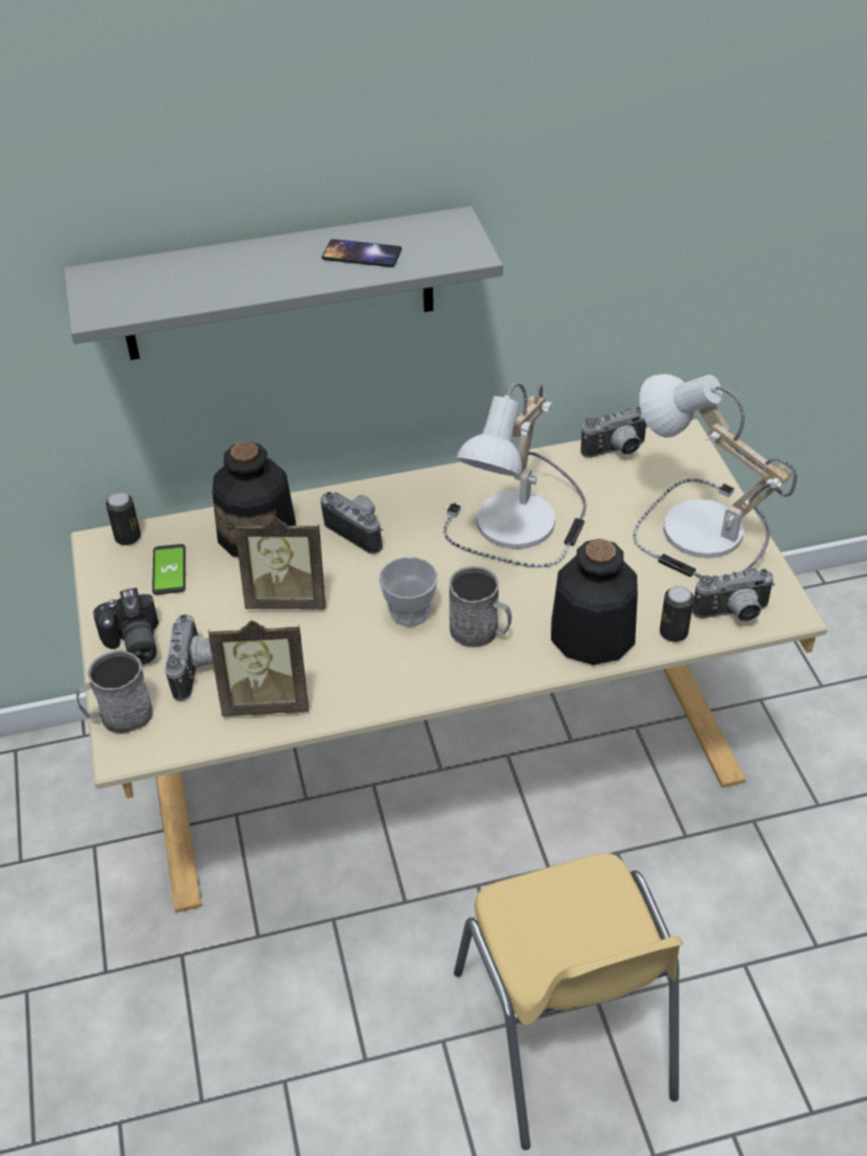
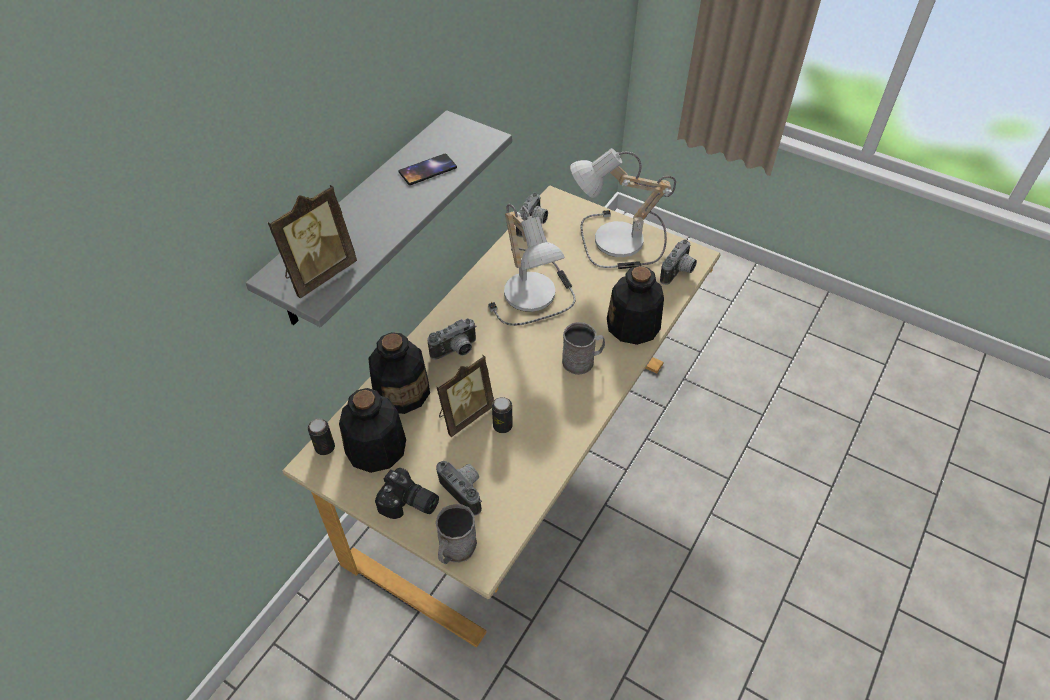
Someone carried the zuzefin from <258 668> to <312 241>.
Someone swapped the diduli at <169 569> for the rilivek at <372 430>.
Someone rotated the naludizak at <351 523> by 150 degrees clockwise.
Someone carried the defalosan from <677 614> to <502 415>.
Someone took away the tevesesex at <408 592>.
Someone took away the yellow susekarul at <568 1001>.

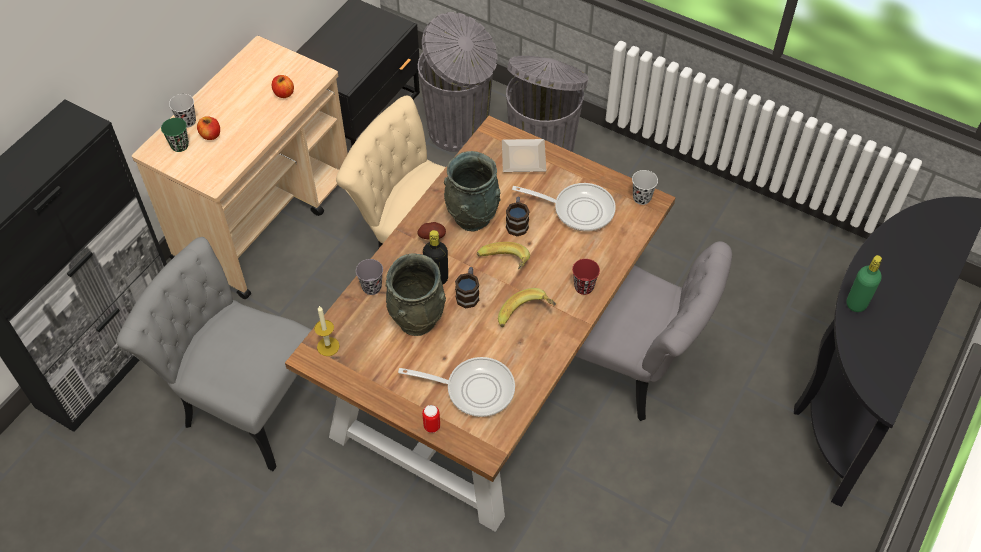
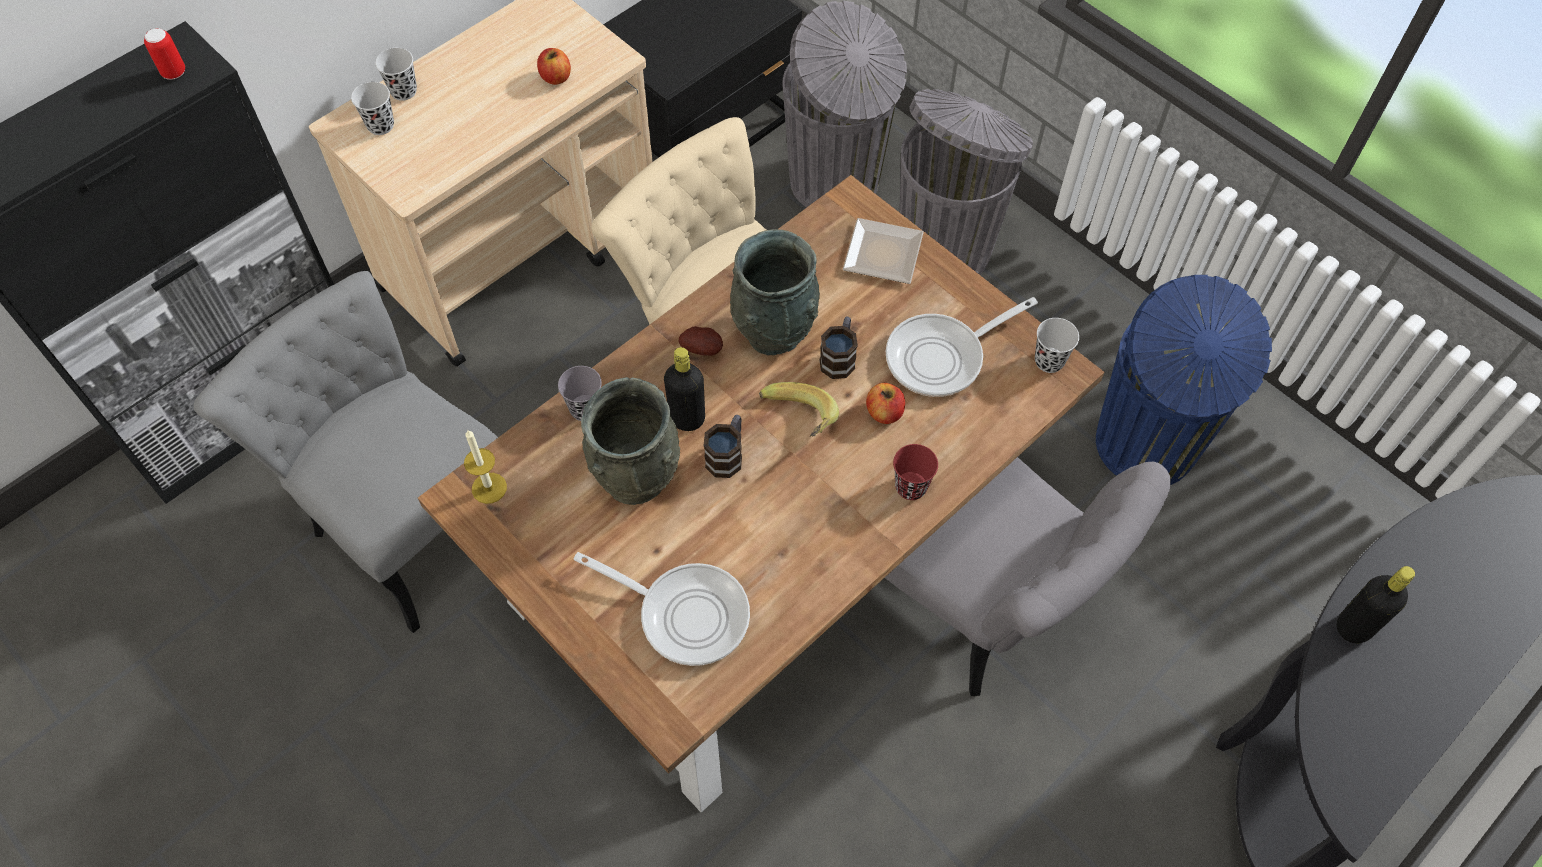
Someone carried the defalosan from <431 419> to <164 54>.
Someone repainted the green tevesesex at <175 135>, which became the black tevesesex at <372 108>.
Someone carried the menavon from <208 128> to <885 403>.
Someone rotated the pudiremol at <564 207> by 120 degrees clockwise.
Someone put down the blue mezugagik at <1184 380>.
Someone repainted the green rilivek at <864 283>, which became the black rilivek at <1376 604>.
Someone took away the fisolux at <527 307>.

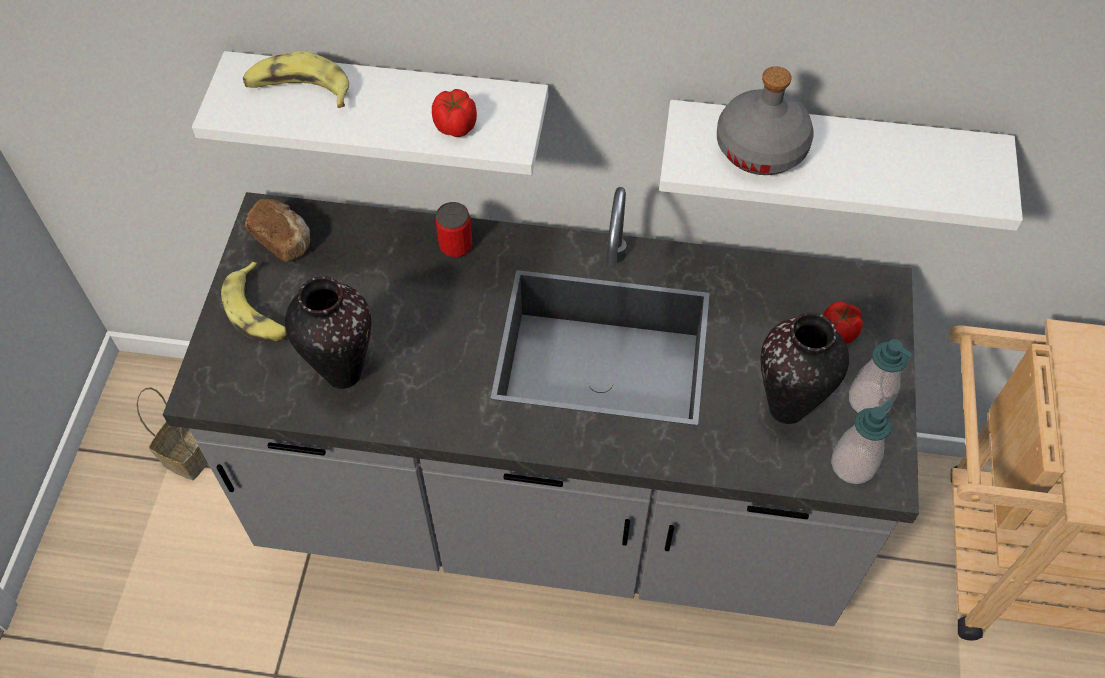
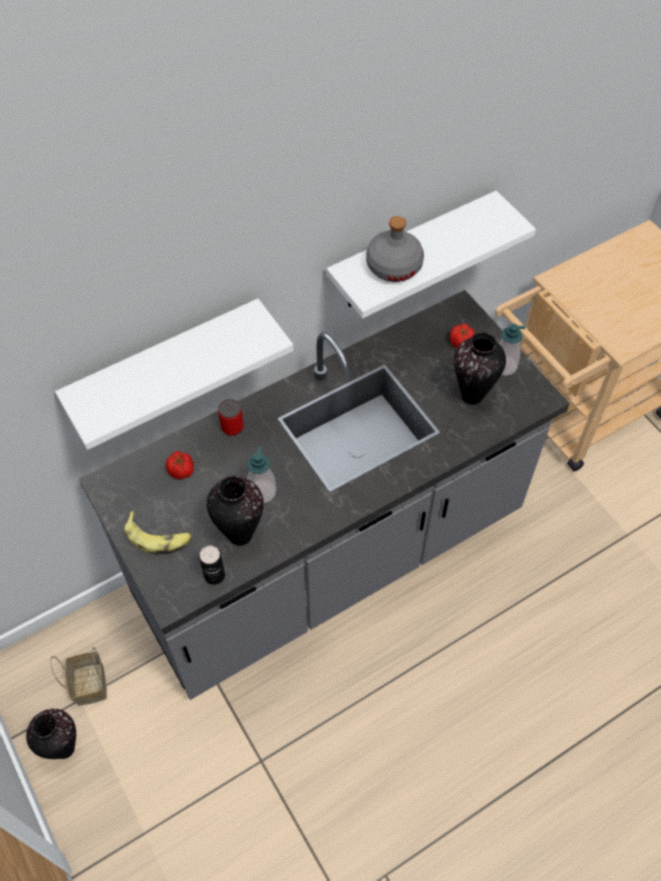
Someone put down the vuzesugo at <51 734>.
Someone carried the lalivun from <454 113> to <180 465>.
Someone put down the defalosan at <212 565>.
Someone carried the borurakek from <862 442> to <261 474>.
Someone took away the fisolux at <296 79>.
Someone took away the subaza at <278 230>.

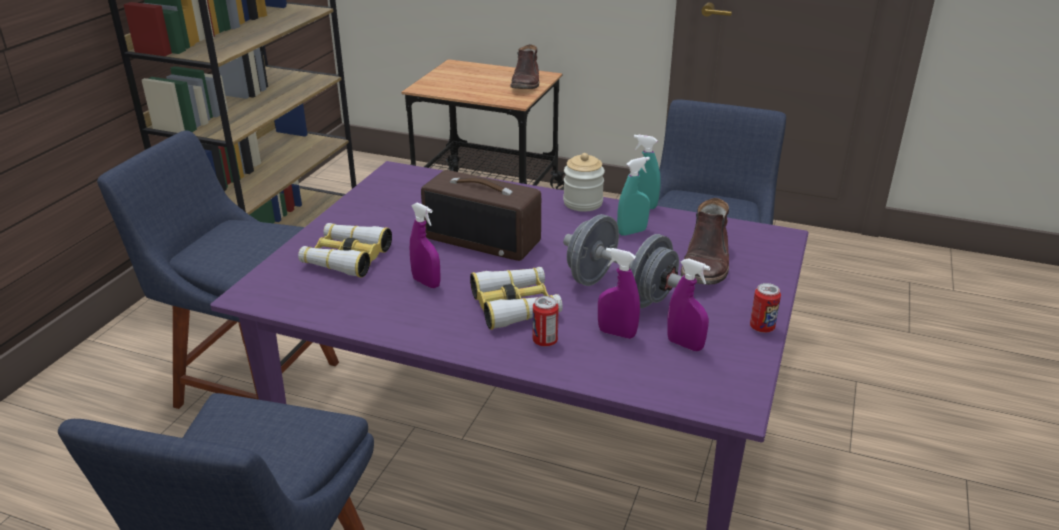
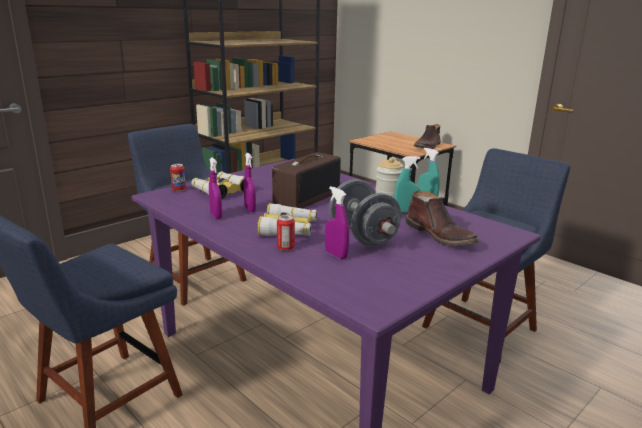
Someone carried the defalosan from <765 308> to <178 177>.
Someone carried the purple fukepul from <689 304> to <215 188>.
Someone rotated the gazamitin at <481 215> by 105 degrees counterclockwise.
Someone rotated the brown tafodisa at <705 241> by 75 degrees counterclockwise.

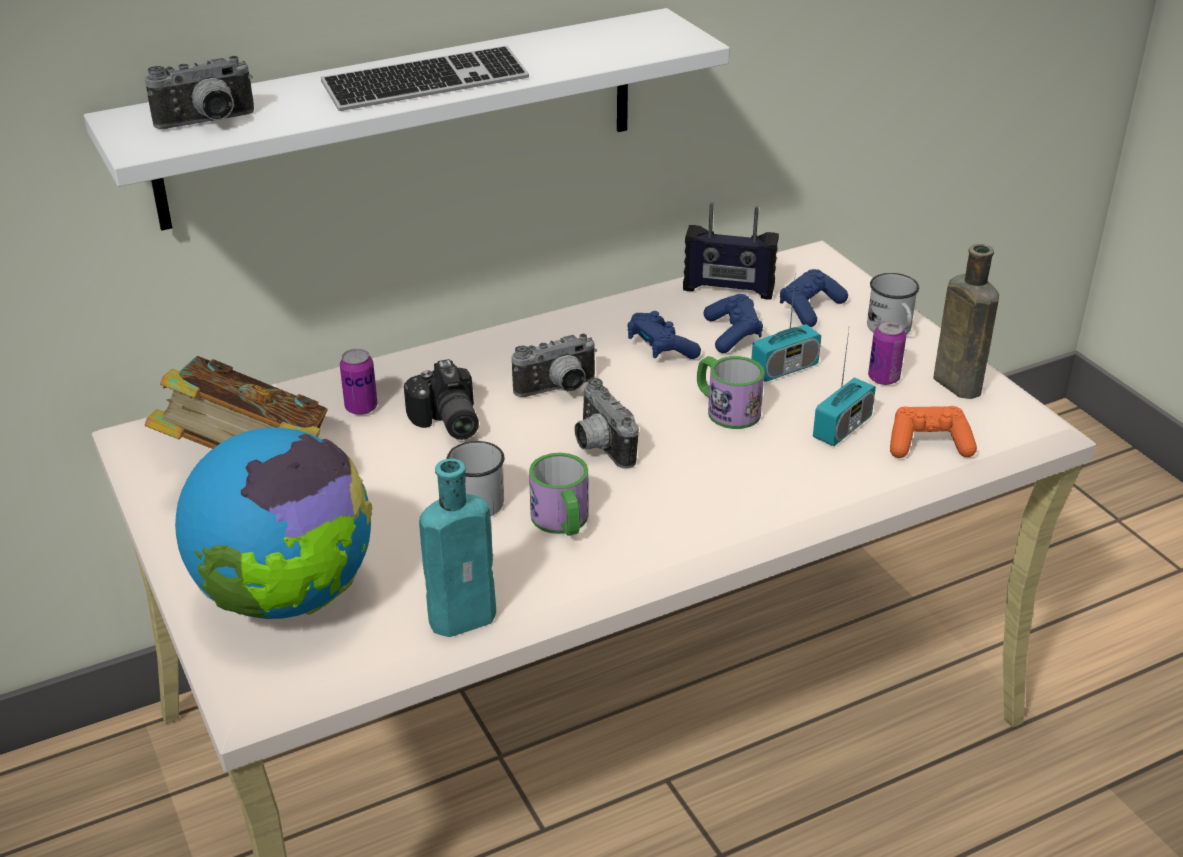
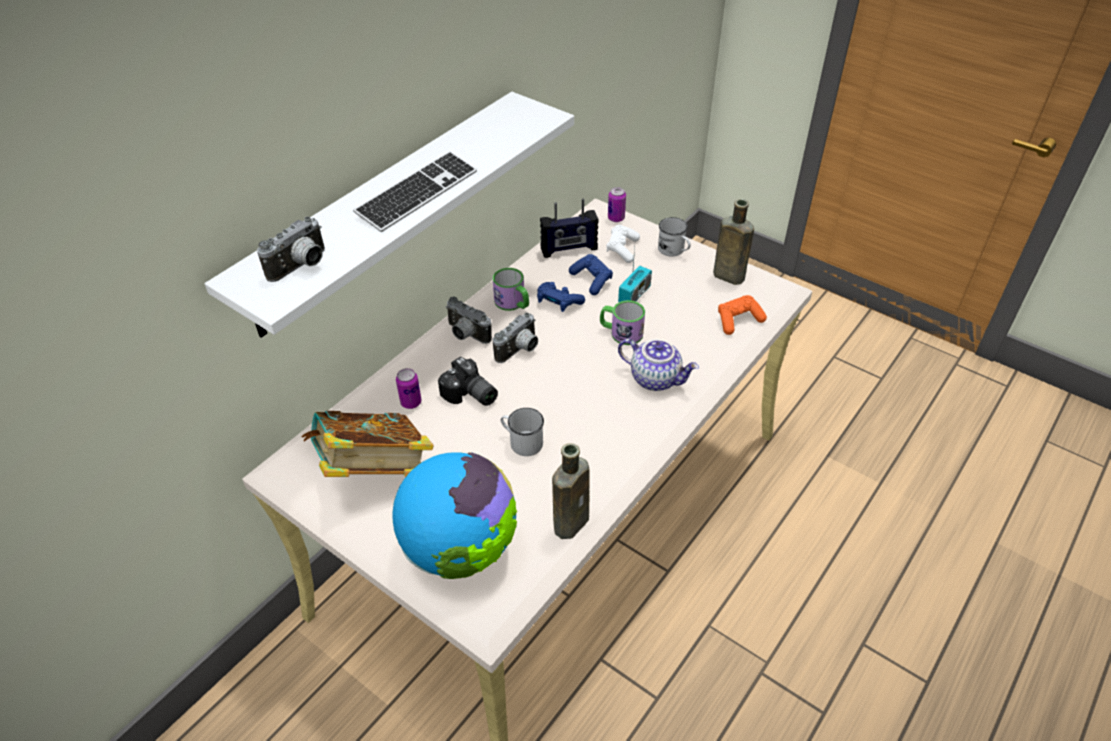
Someone carried the naludizak from <607 423> to <469 320>.
Someone carried the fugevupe from <558 494> to <511 289>.
Someone repainted the turquoise rilivek at <457 547>, which became the brown rilivek at <571 491>.
Someone repainted the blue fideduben at <814 298>, which became the white fideduben at <623 244>.
Someone carried the defalosan from <887 352> to <617 204>.
Someone put down the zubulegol at <658 364>.
Someone took away the gazamitin at <844 388>.

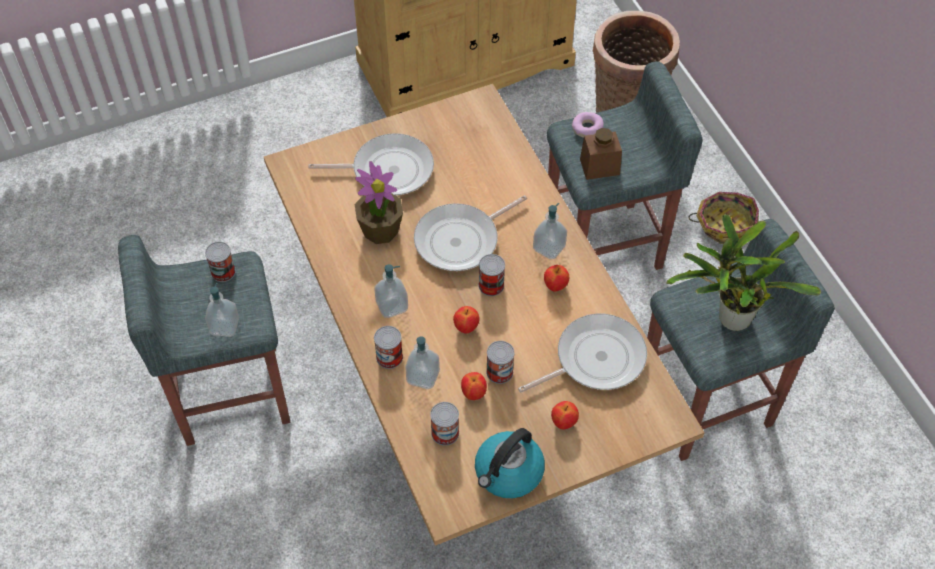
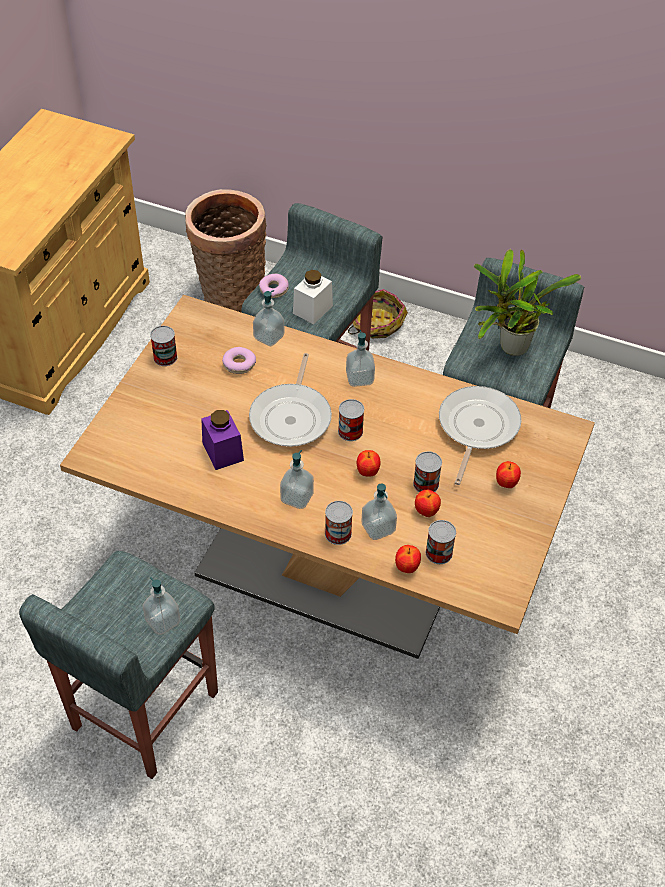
Someone carried the defalosan from <220 262> to <163 346>.
Someone swapped the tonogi at <379 202> for the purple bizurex at <222 440>.
Someone put down the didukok at <239 360>.
Someone put down the borurakek at <269 318>.
Someone repainted the brown bizurex at <601 154>, which became the white bizurex at <313 297>.
Someone carried the menavon from <556 278> to <408 559>.
Someone took away the pudiremol at <371 164>.
Someone took away the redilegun at <510 463>.

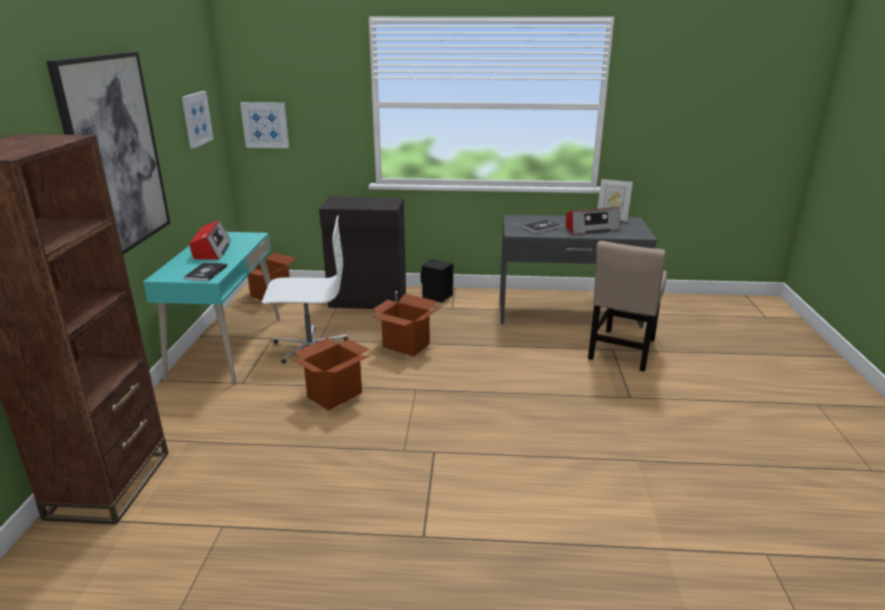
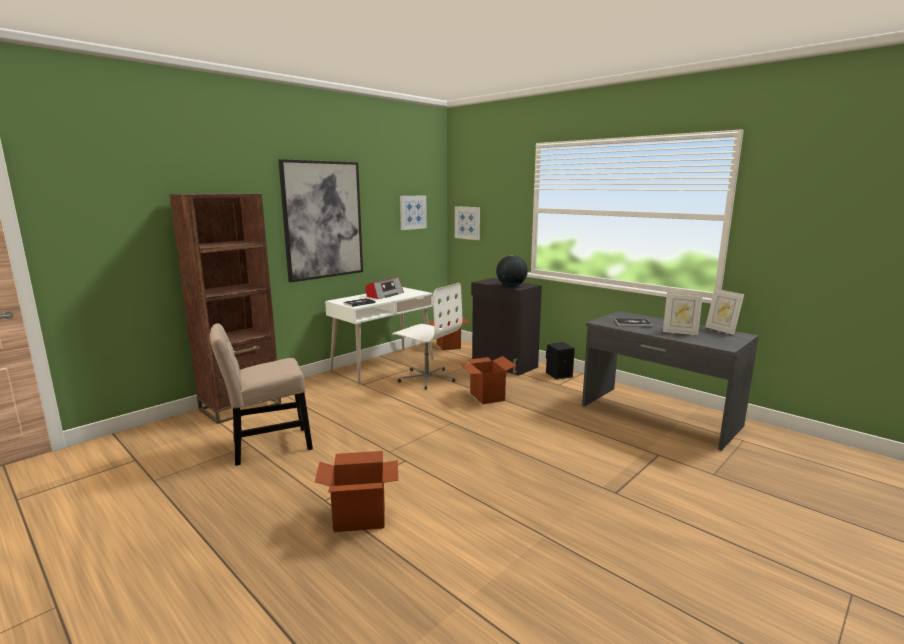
Someone carried the beige susekarul from <627 306> to <261 394>.
Someone carried the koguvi from <331 373> to <357 491>.
Someone repainted the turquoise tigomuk at <211 308>, which became the white tigomuk at <379 335>.
Someone put down the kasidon at <512 271>.
Someone swapped the gazamitin at <593 220> for the zuzefin at <683 313>.

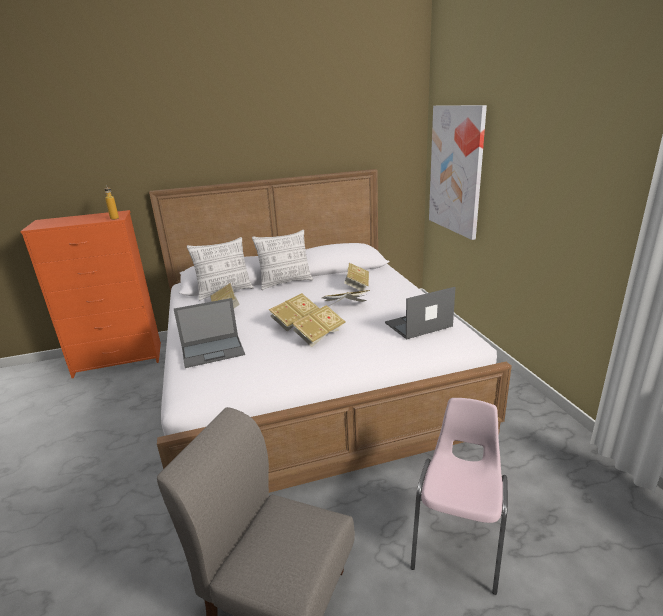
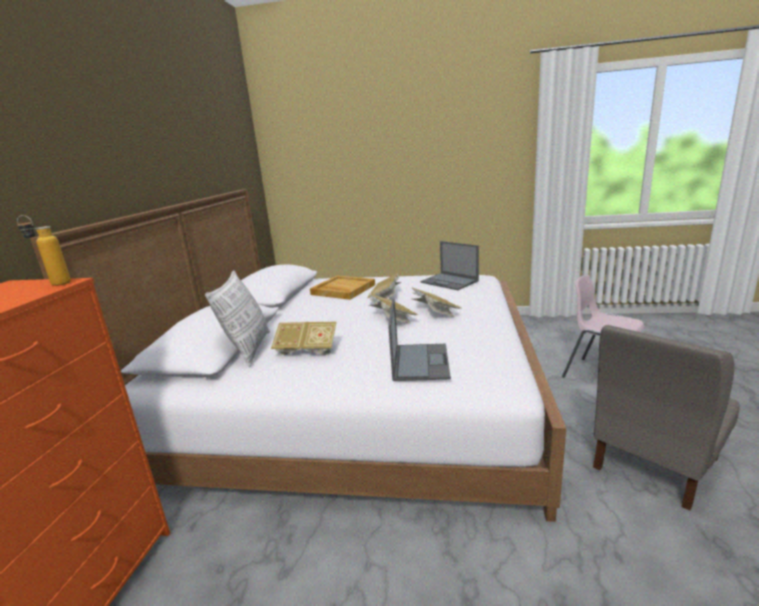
Someone swapped the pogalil at <356 277> for the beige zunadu at <342 287>.
Someone rotated the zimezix at <420 313> by 45 degrees counterclockwise.
Someone took away the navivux at <282 260>.
Someone took away the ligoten at <458 172>.

